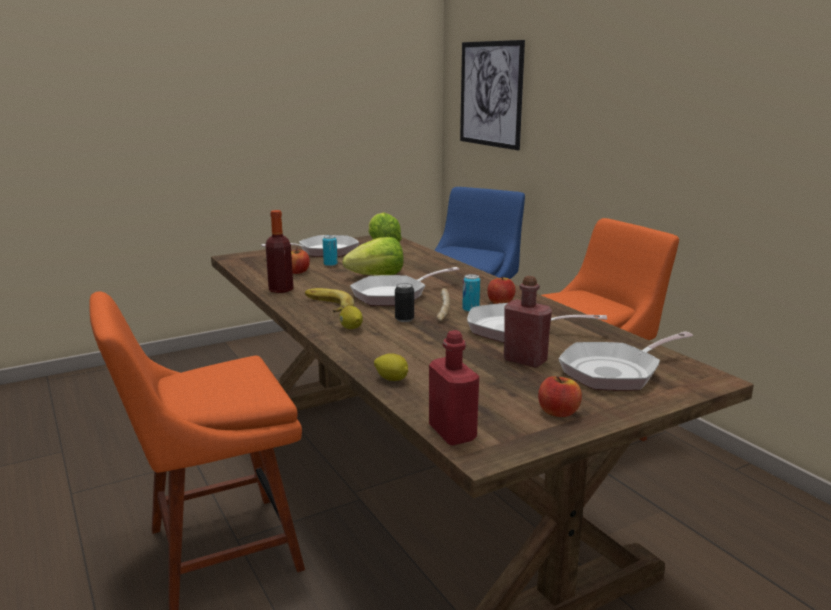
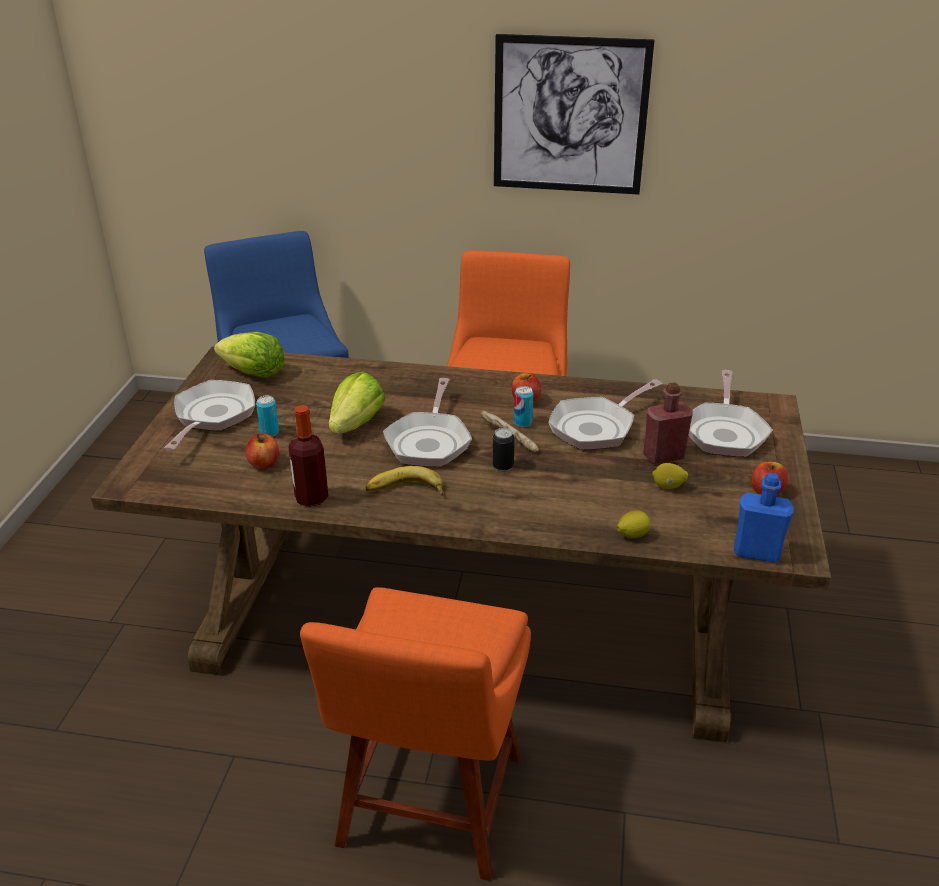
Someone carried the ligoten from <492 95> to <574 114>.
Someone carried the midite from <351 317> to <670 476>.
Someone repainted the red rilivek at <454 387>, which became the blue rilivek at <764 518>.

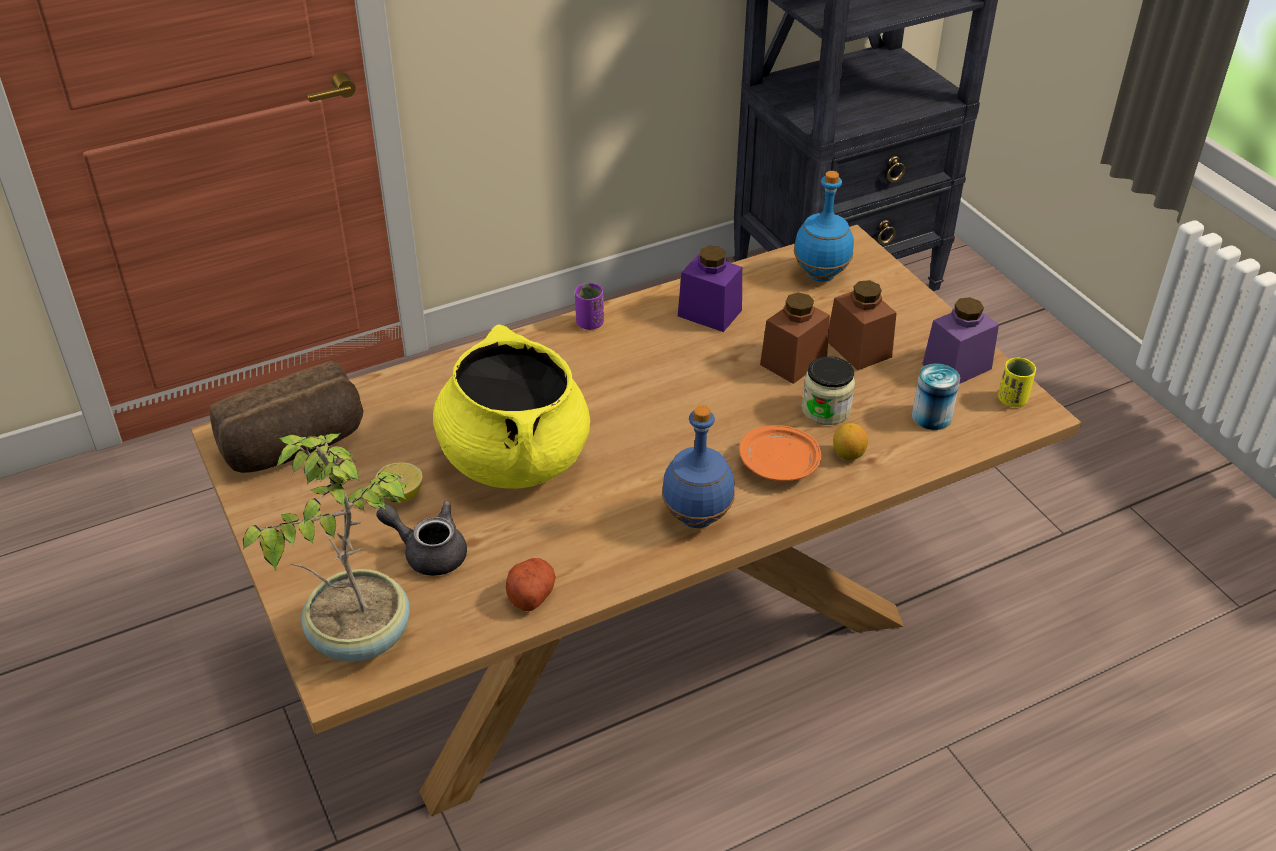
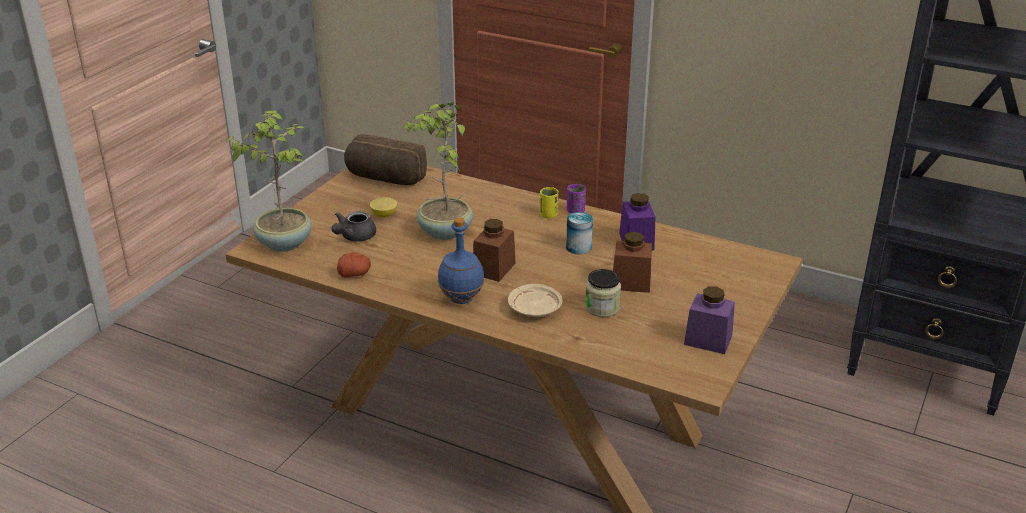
Someone rotated the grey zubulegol at <421 538> by 135 degrees counterclockwise.
Someone swapped the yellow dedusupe at <511 406> for the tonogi at <437 170>.
Someone carried the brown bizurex from <862 325> to <494 250>.
Someone repainted the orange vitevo at <780 453>, which became the beige vitevo at <535 300>.
Someone carried the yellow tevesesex from <1017 382> to <549 202>.
Someone carried the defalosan from <936 397> to <579 233>.
Someone took away the blue rilivek at <824 226>.
Someone took away the midite at <850 441>.

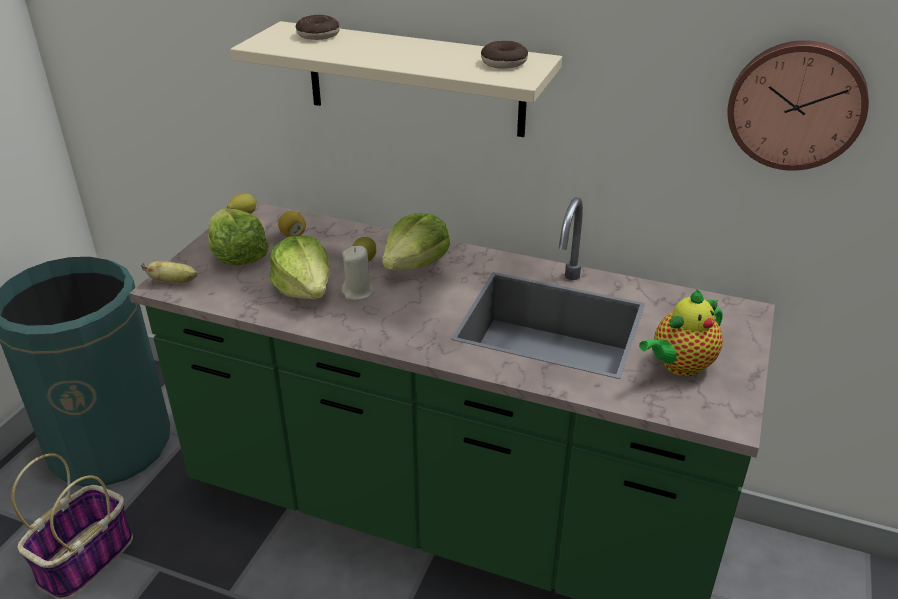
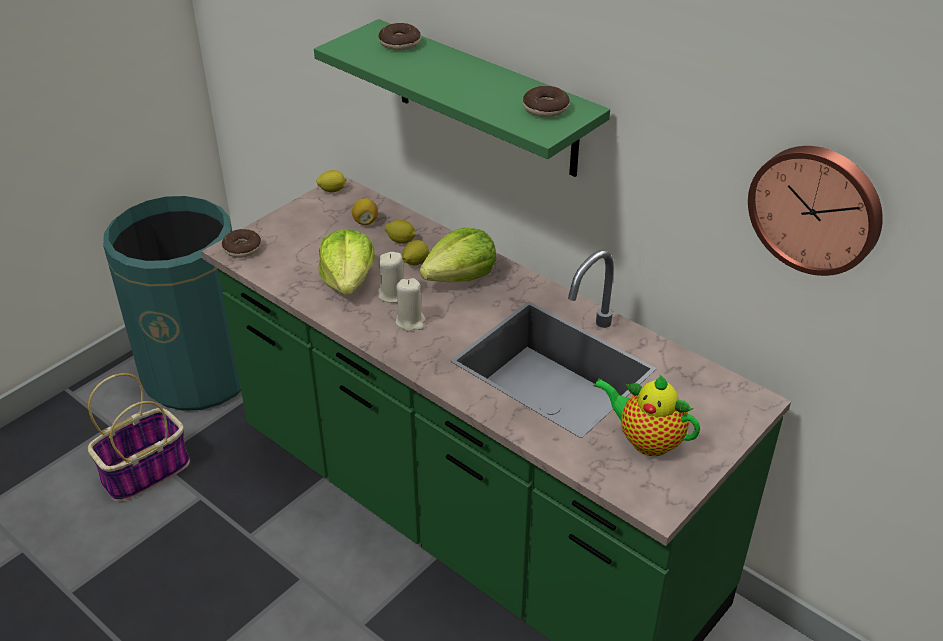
Someone swapped the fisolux at <169 272> for the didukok at <241 243>.
Someone repainted the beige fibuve at <396 79>, which became the green fibuve at <462 98>.
Someone put down the midite at <400 232>.
Someone put down the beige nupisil at <410 305>.
Someone rotated the zubulegol at <681 333> by 45 degrees clockwise.
Someone took away the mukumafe at <238 237>.

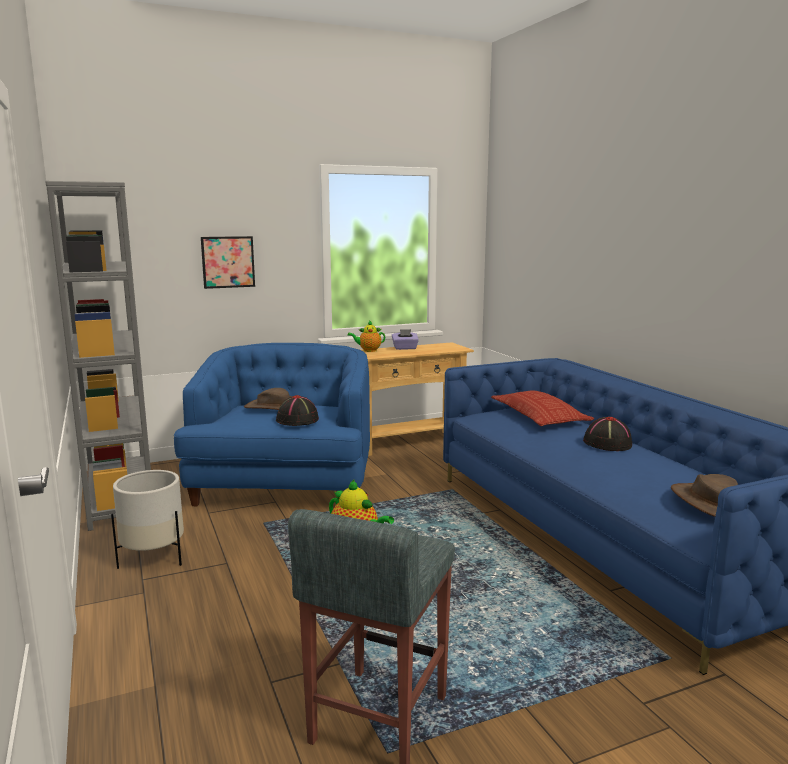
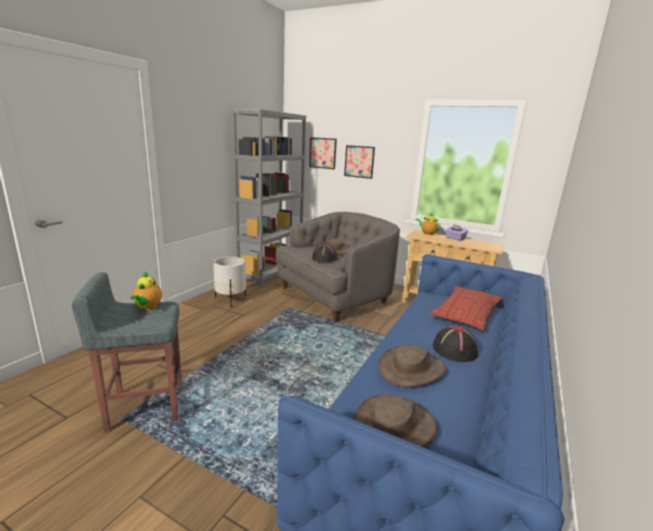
Someone repainted the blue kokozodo at <272 424>, which became the grey kokozodo at <338 267>.
Someone put up the ligoten at <323 153>.
Someone put down the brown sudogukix at <413 366>.

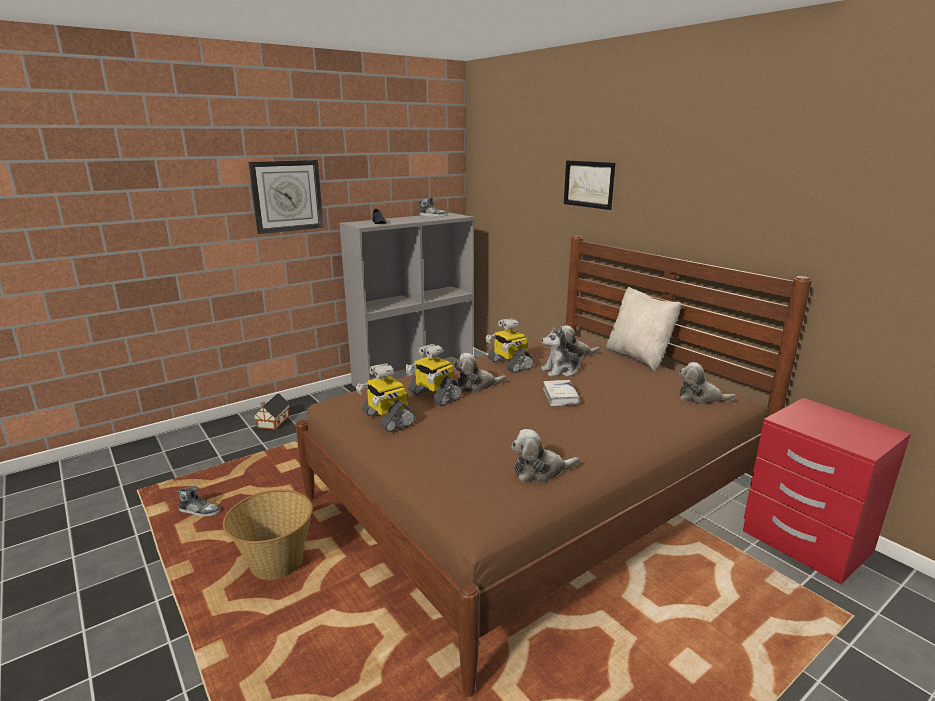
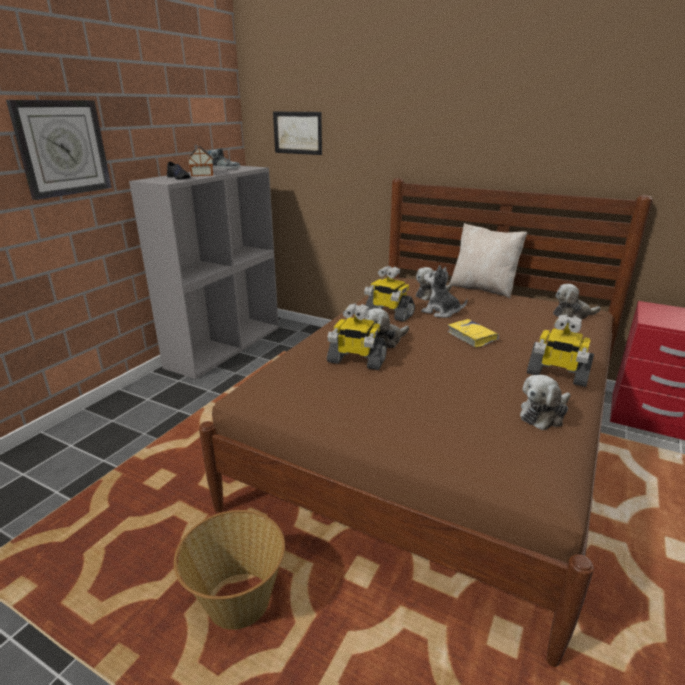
Someone carried the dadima from <272 412> to <200 160>.
Someone carried the ligoten from <589 185> to <297 133>.
Someone rotated the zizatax at <563 351> by 75 degrees clockwise.
Someone repainted the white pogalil at <561 393>, which became the yellow pogalil at <473 333>.
Someone carried the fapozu from <385 397> to <560 351>.
Someone took away the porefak at <198 501>.

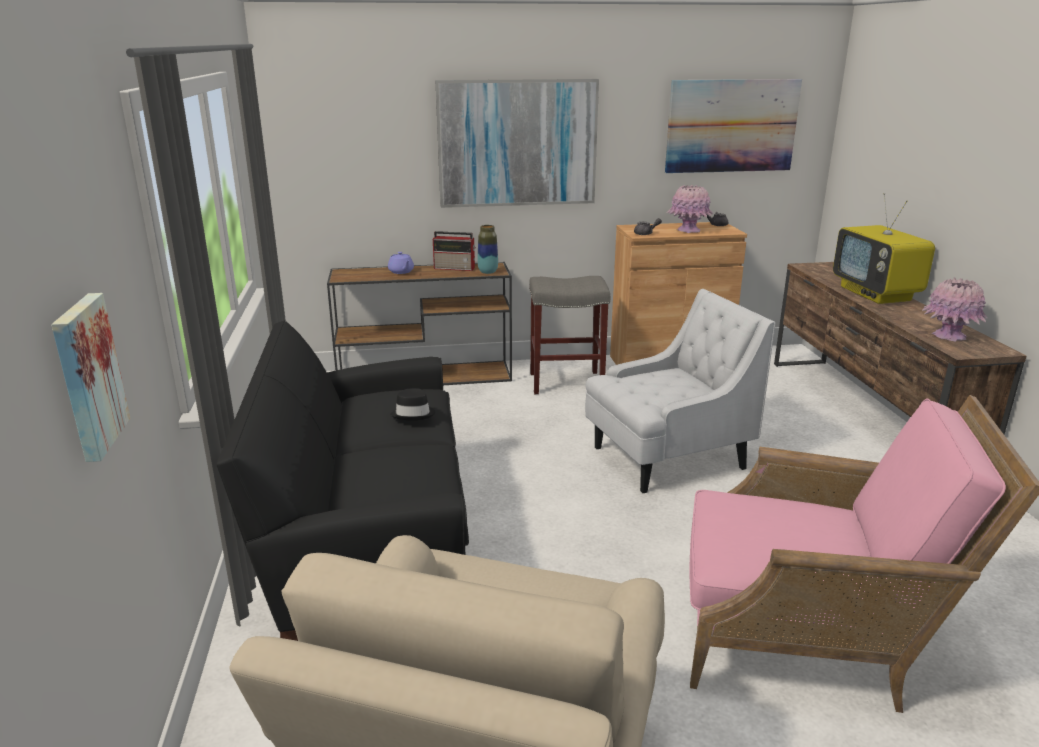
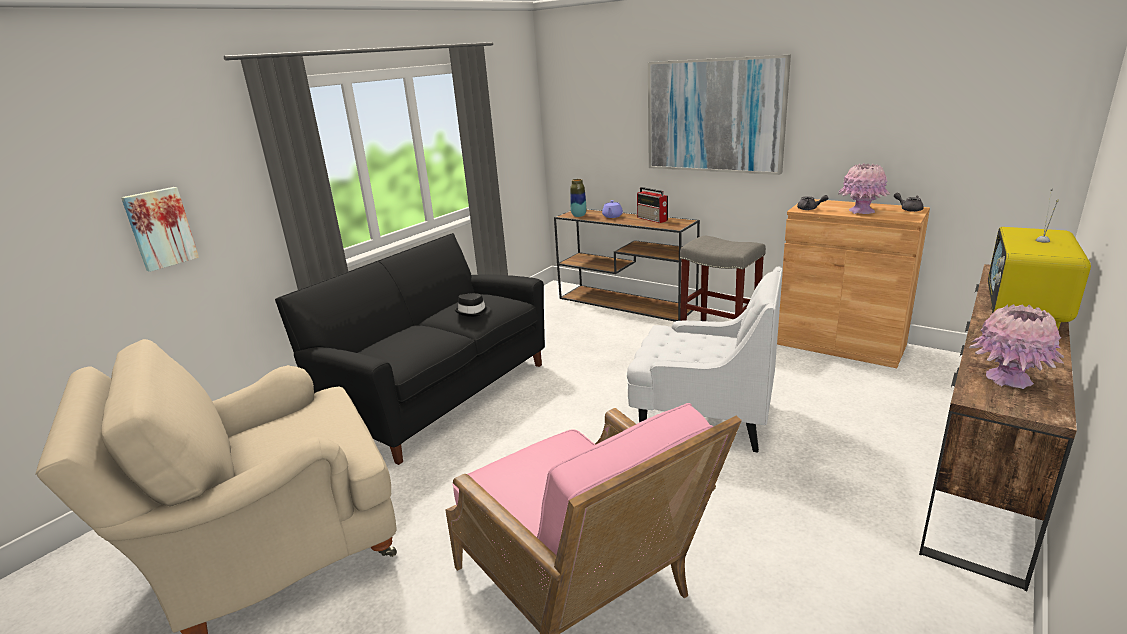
Someone carried the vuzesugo from <488 249> to <578 198>.
Someone took away the ligoten at <733 126>.

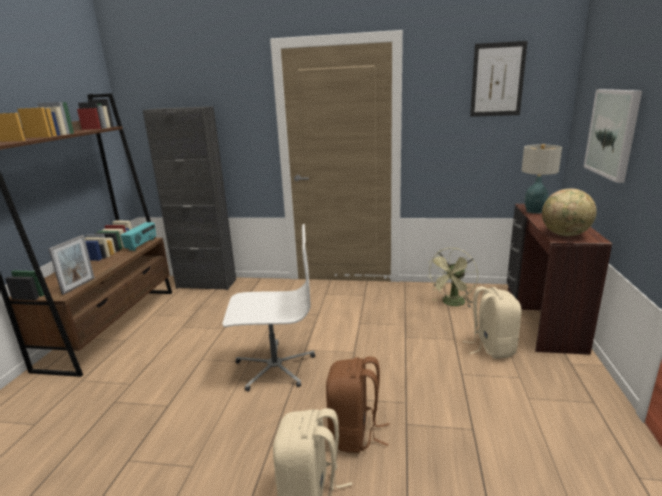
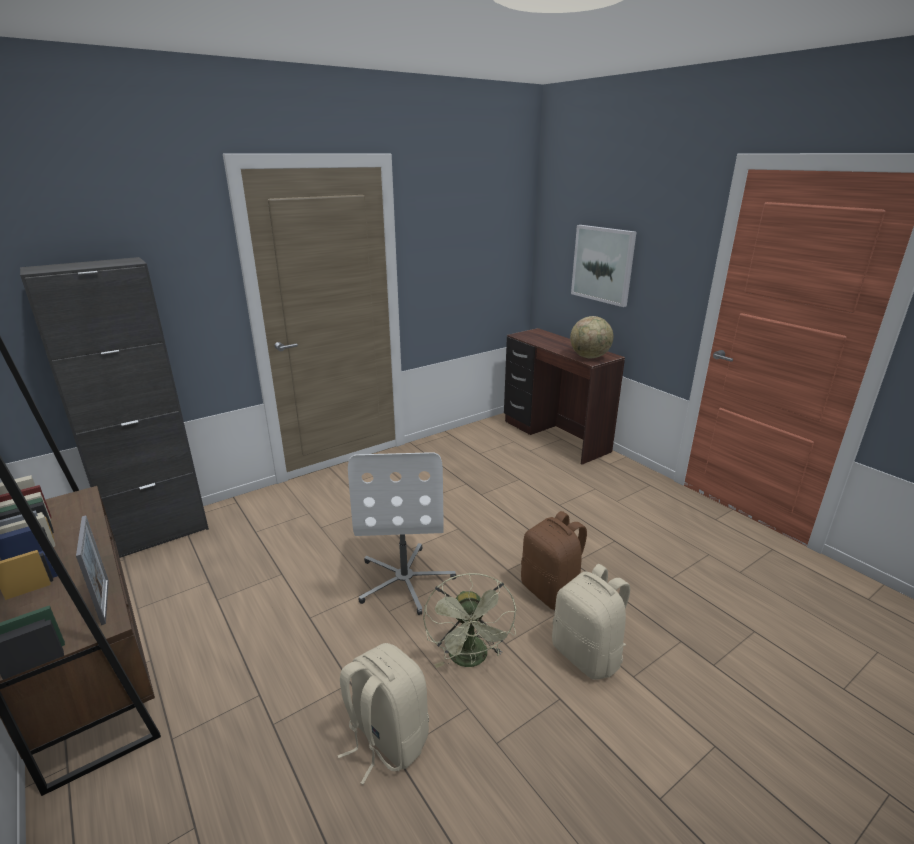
Someone carried the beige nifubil from <492 322> to <383 713>.
Someone rotated the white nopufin at <268 307> by 135 degrees clockwise.
Someone carried the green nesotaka from <452 278> to <469 620>.
Someone took away the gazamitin at <138 236>.
Someone took away the ligoten at <499 79>.
Someone took away the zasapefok at <541 179>.

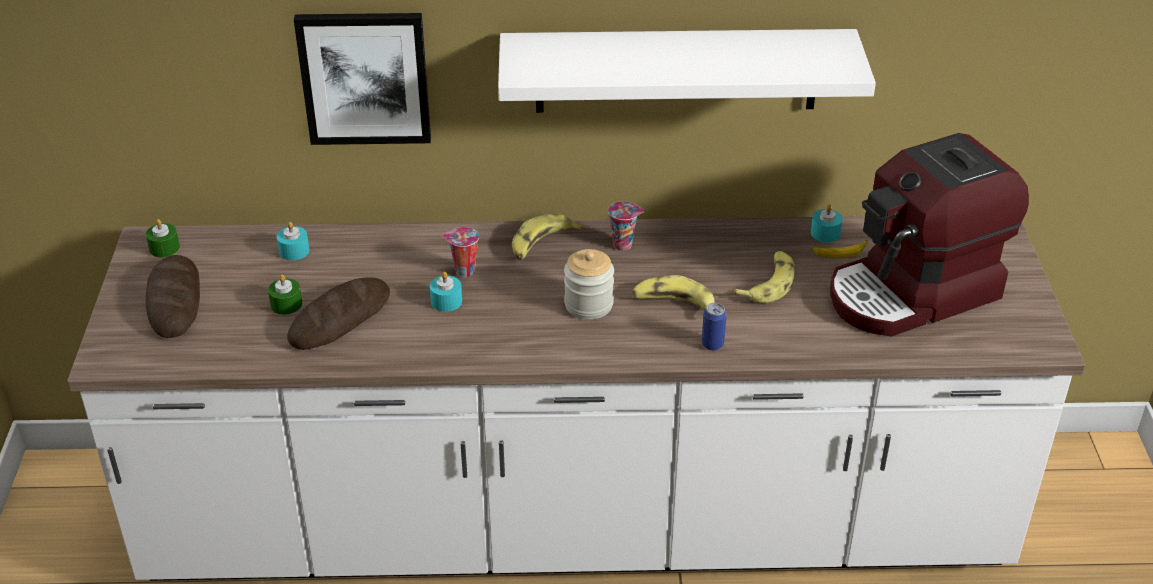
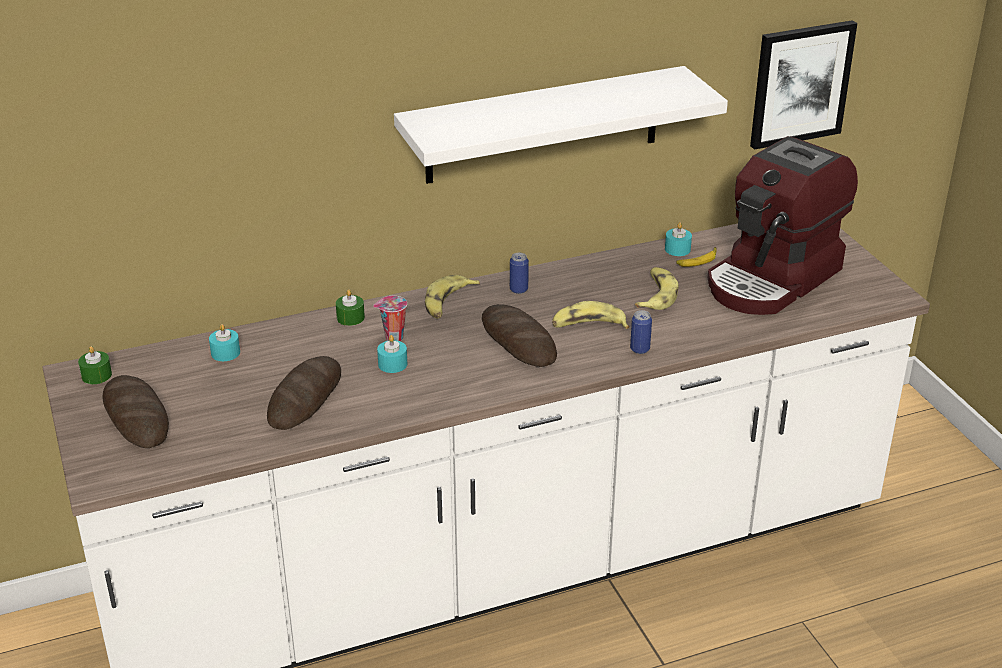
Someone carried the green nupisil from <285 295> to <350 307>.
Someone swapped the bizurex at <589 284> for the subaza at <519 335>.
Someone swapped the tevesesex at <626 226> for the defalosan at <519 273>.
Someone carried the ligoten from <362 79> to <803 85>.

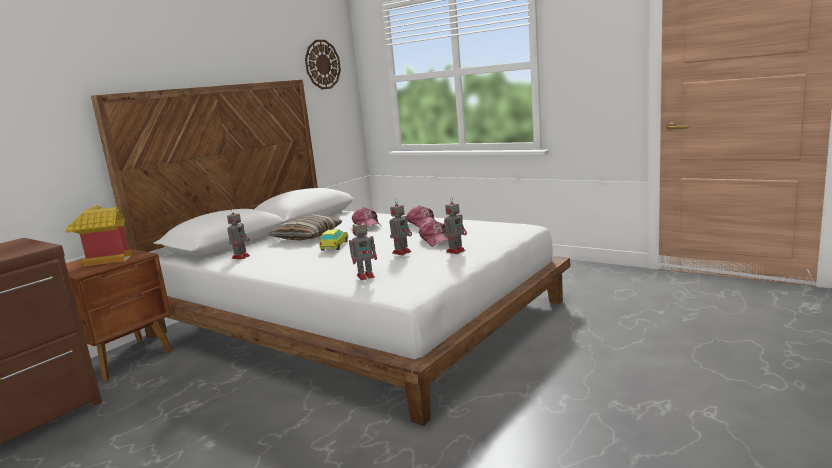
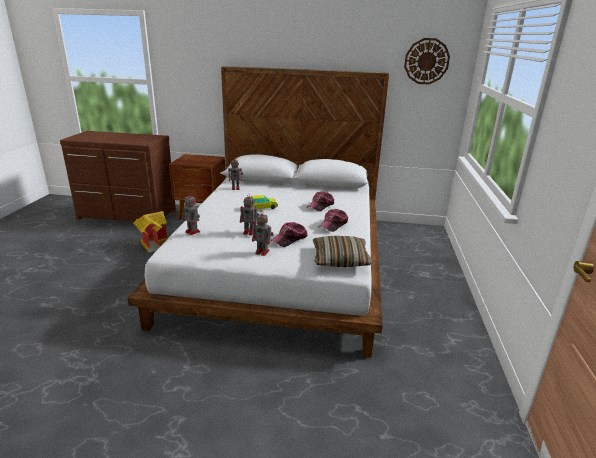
Someone carried the dadima from <98 235> to <151 231>.
Someone carried the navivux from <305 228> to <342 251>.

